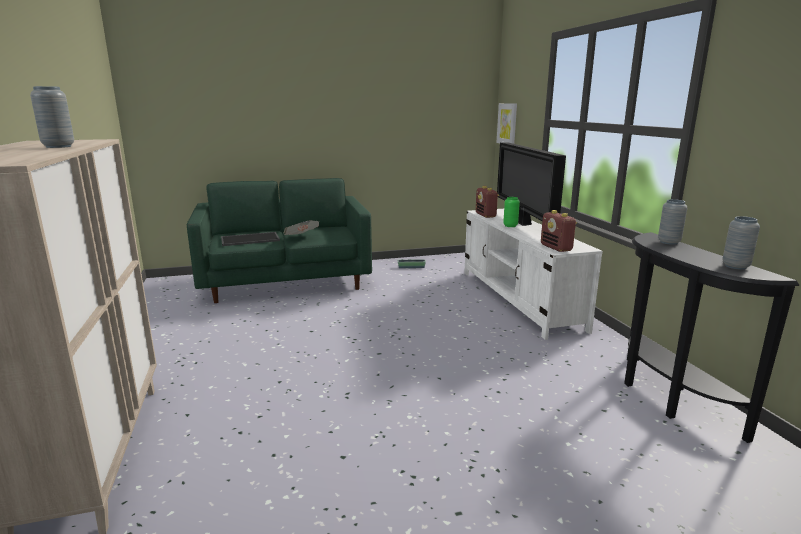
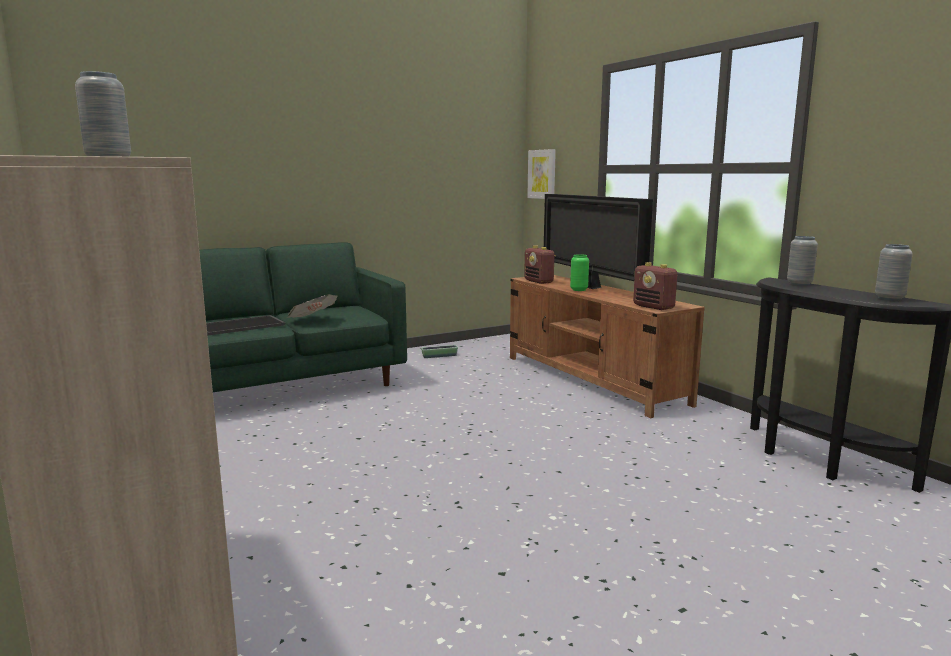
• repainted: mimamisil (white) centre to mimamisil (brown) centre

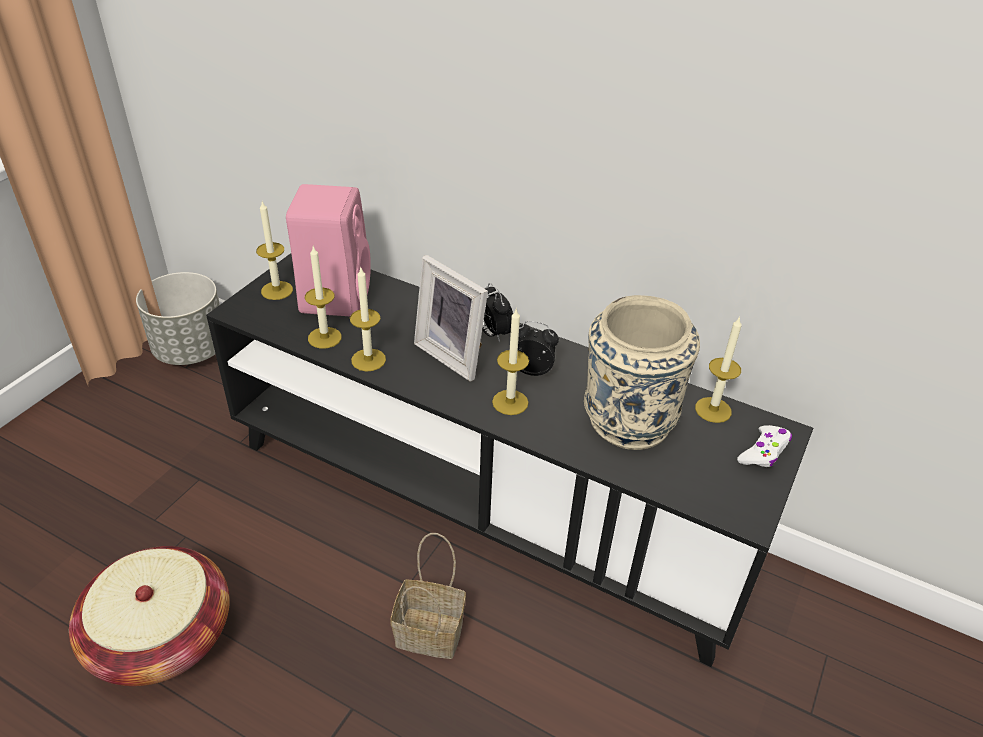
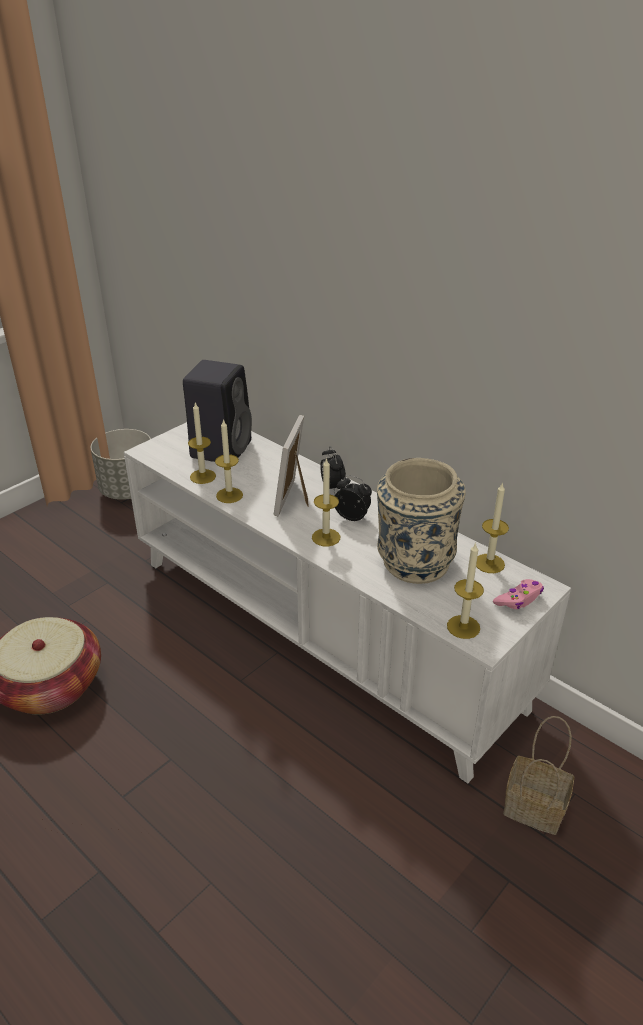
• shifted: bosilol (no. 1 from left in the first image) middle left to bosilol (no. 4 from left) middle right
• shifted: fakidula (no. 2 from left) bottom centre to bottom right
• repainted: mimamisil (black) centre to mimamisil (white) centre
• repainted: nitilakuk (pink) centre to nitilakuk (black) centre
• repainted: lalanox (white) middle right to lalanox (pink) middle right
• rotated: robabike centre = centre 45 degrees clockwise

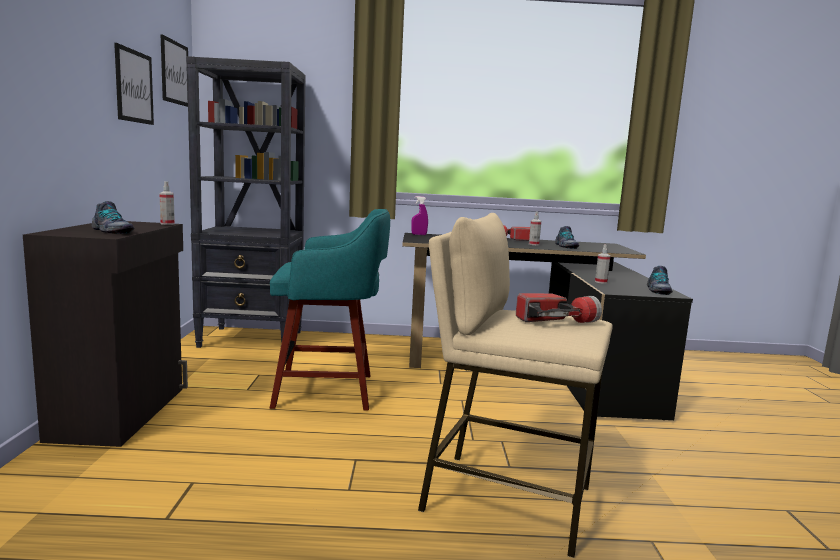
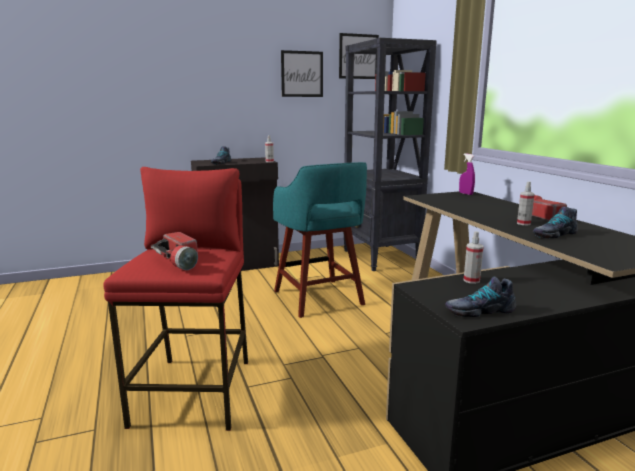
• repainted: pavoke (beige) bottom centre to pavoke (red) middle left

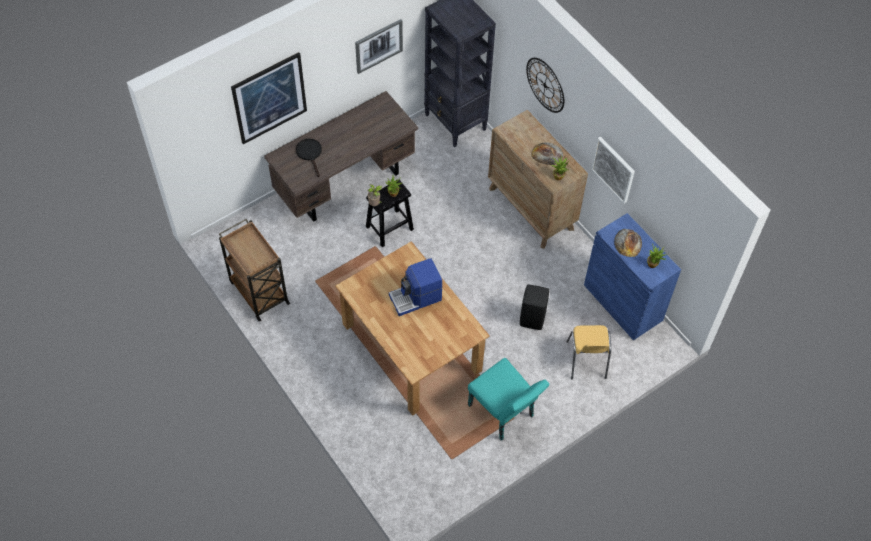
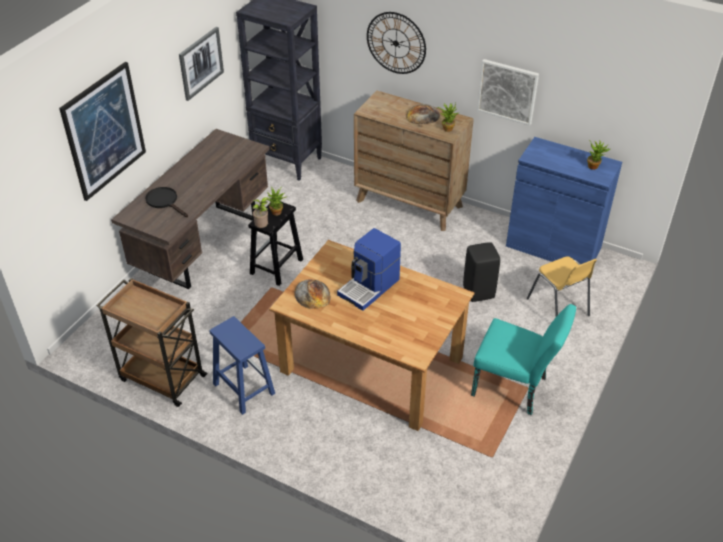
• new: pavoke (blue) bottom centre
• shifted: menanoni (no. 2 from left in the first image) middle right to menanoni (no. 1 from left) centre

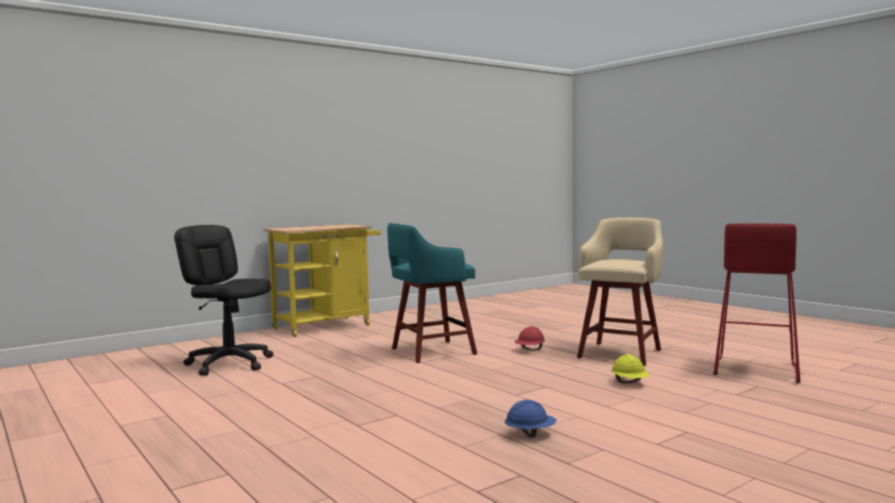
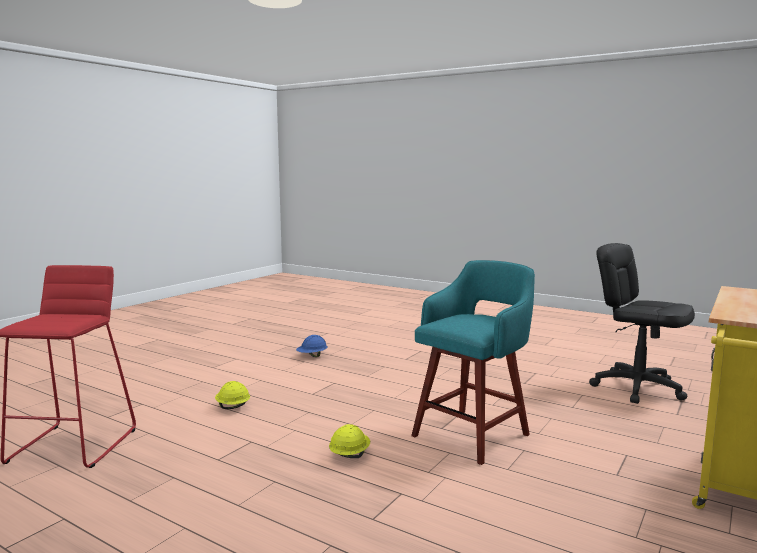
• gone: pavoke (beige) middle right
• repainted: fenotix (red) bottom centre to fenotix (yellow) (no. 2 from left) bottom centre
• rotated: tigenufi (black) middle left = middle right 150 degrees counterclockwise

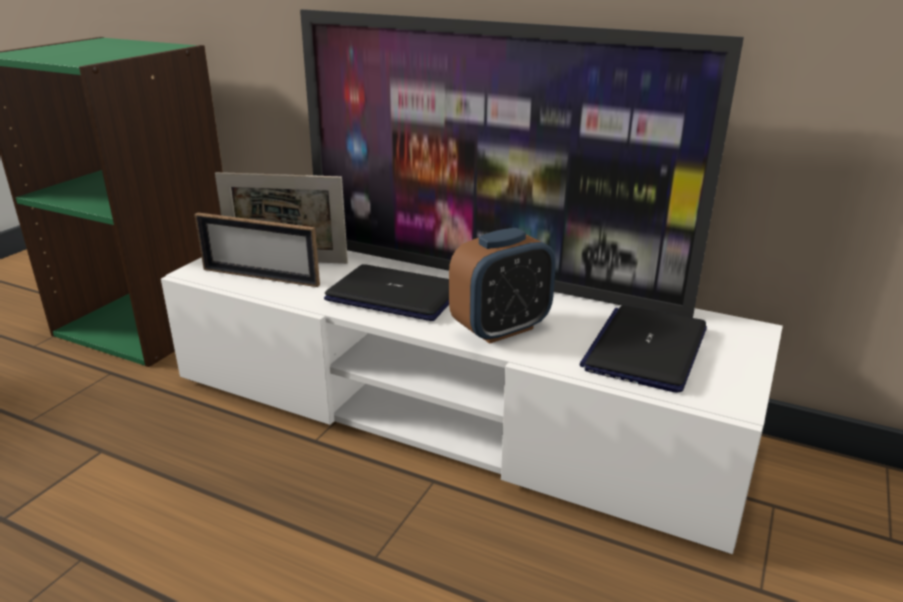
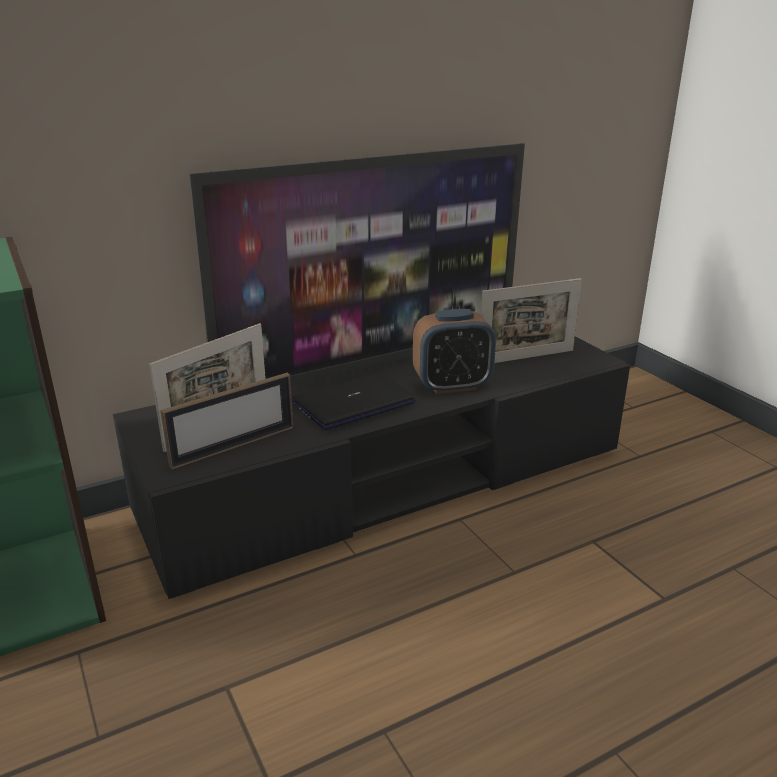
• swapped: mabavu (no. 2 from left) middle right to robabike (no. 3 from left) middle right
• repainted: mimamisil (white) bottom centre to mimamisil (black) centre
• rotated: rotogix centre = centre 75 degrees clockwise

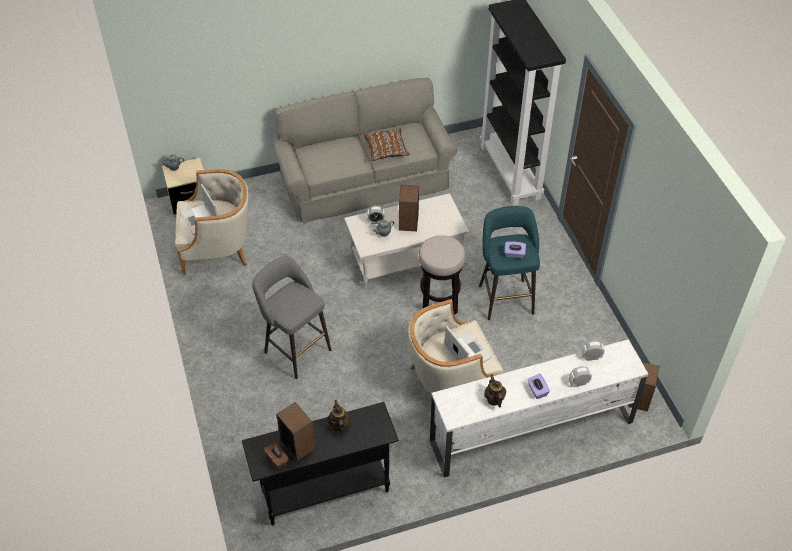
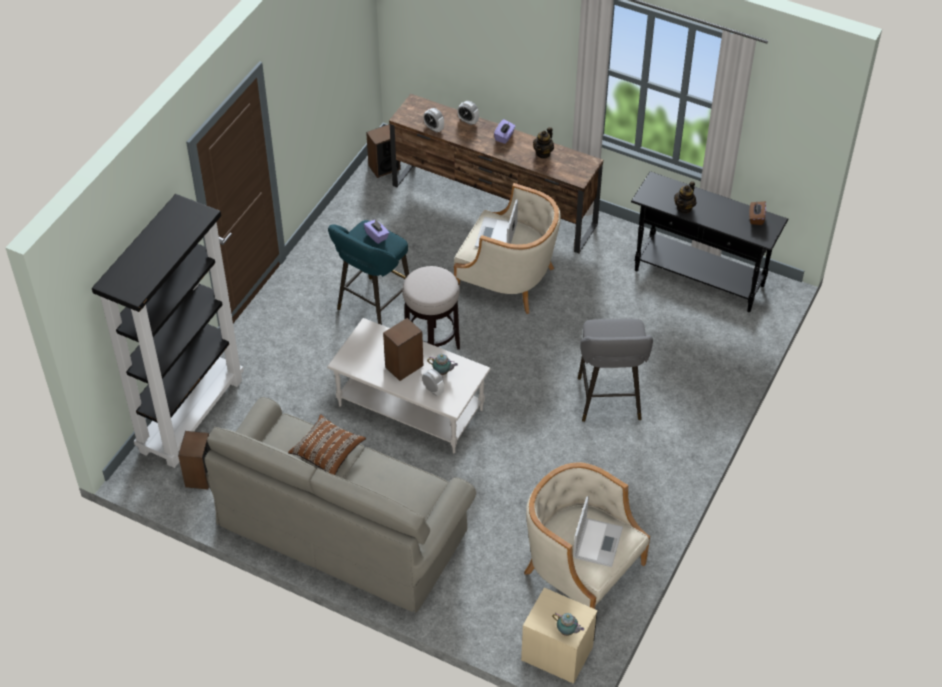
• shifted: nitilakuk (no. 1 from left) bottom centre to bottom left
• repainted: mimamisil (white) bottom right to mimamisil (brown) top centre

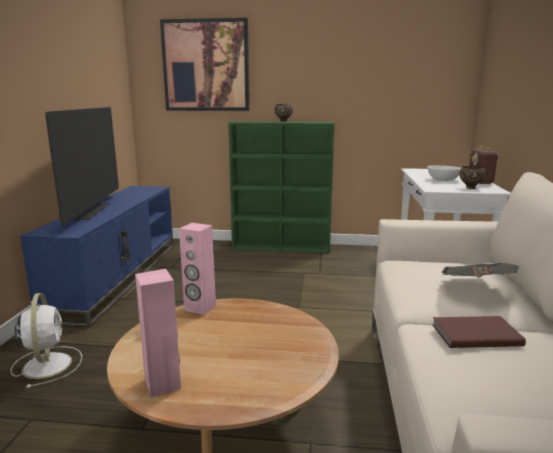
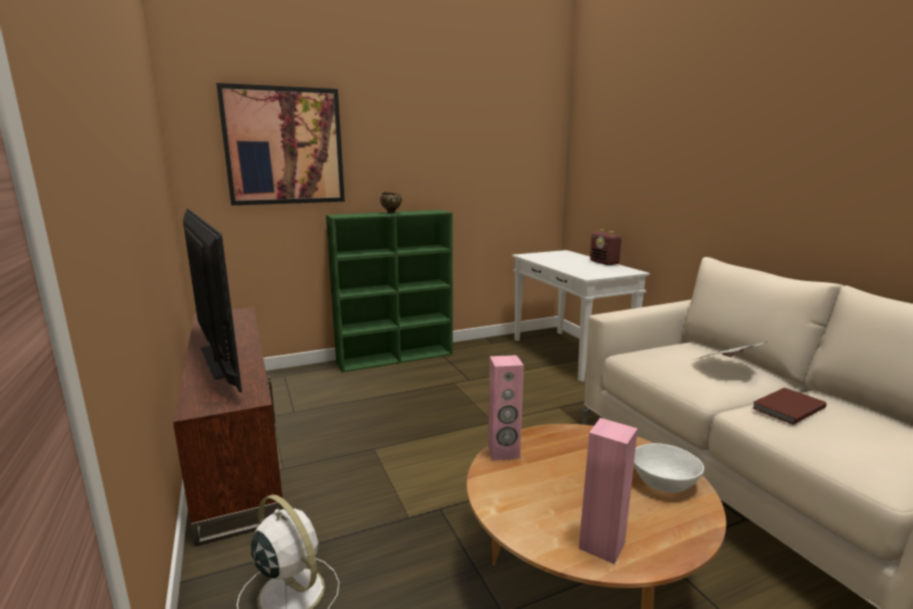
• gone: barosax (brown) (no. 2 from left) middle right
• shifted: barosax (white) middle right to bottom right
• repainted: mimamisil (blue) middle left to mimamisil (brown) bottom left

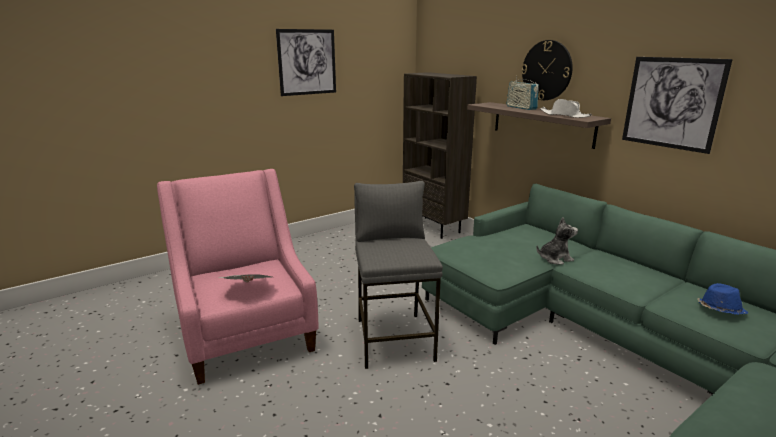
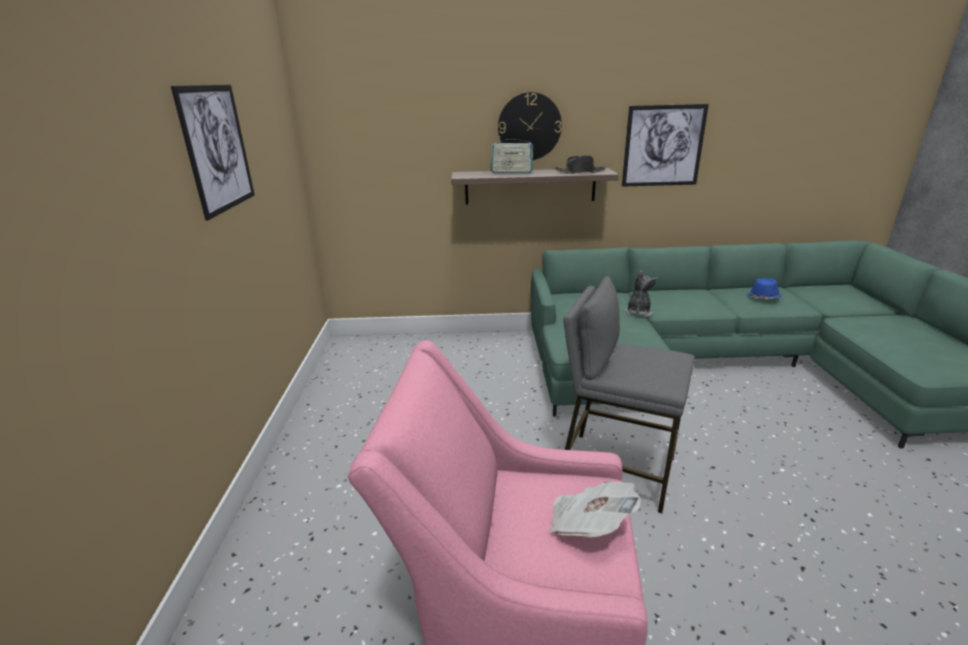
• gone: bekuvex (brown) centre
• repainted: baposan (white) top right to baposan (black) top centre

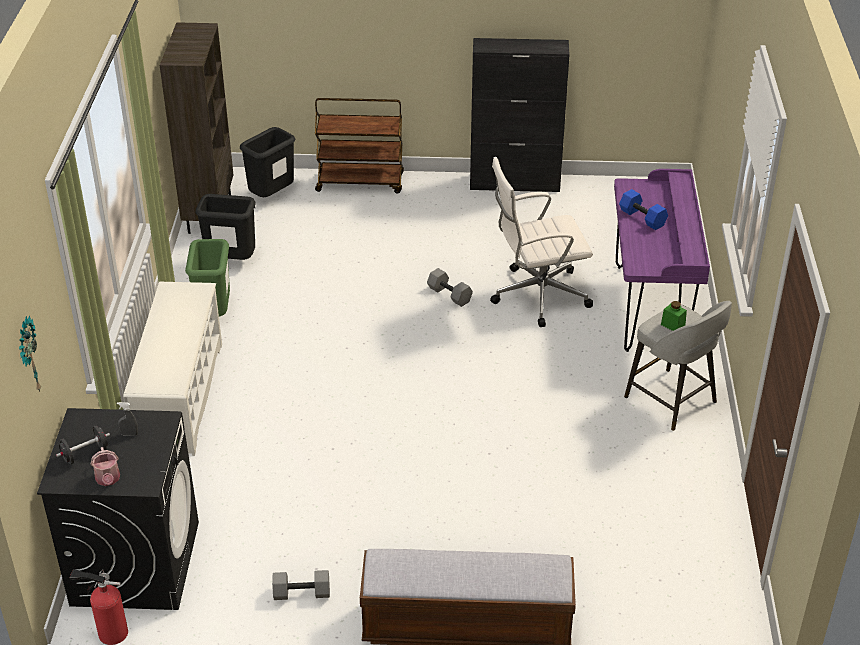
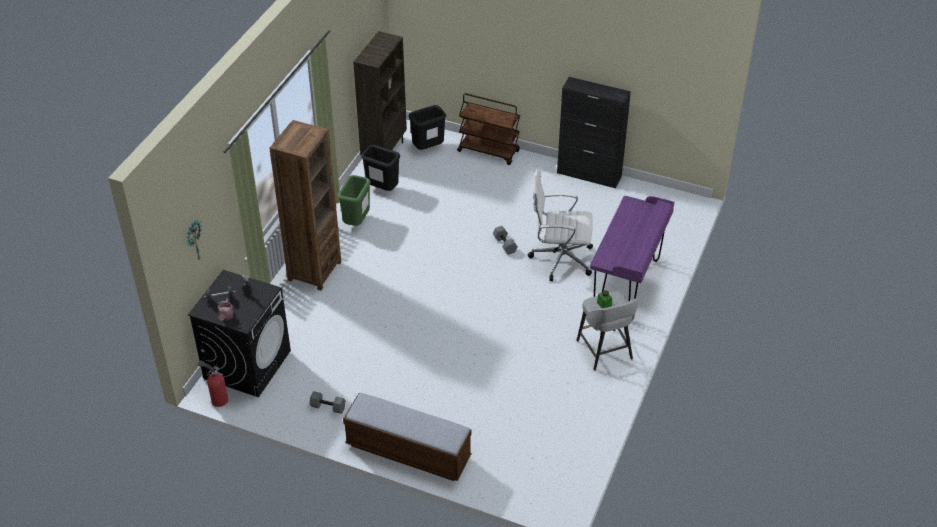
• gone: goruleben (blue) top right
• swapped: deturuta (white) middle left to bekuvex (brown) (no. 1 from left) middle left

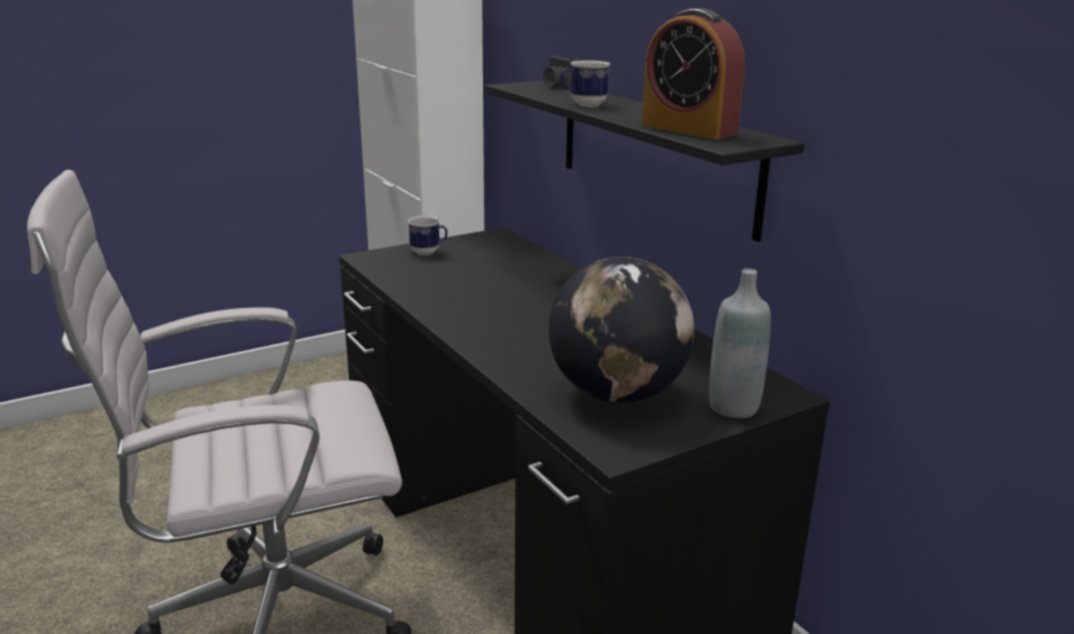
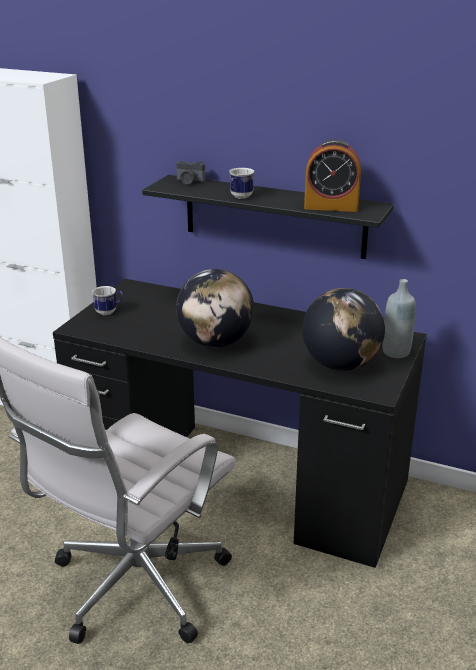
• new: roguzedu (no. 1 from left) centre

